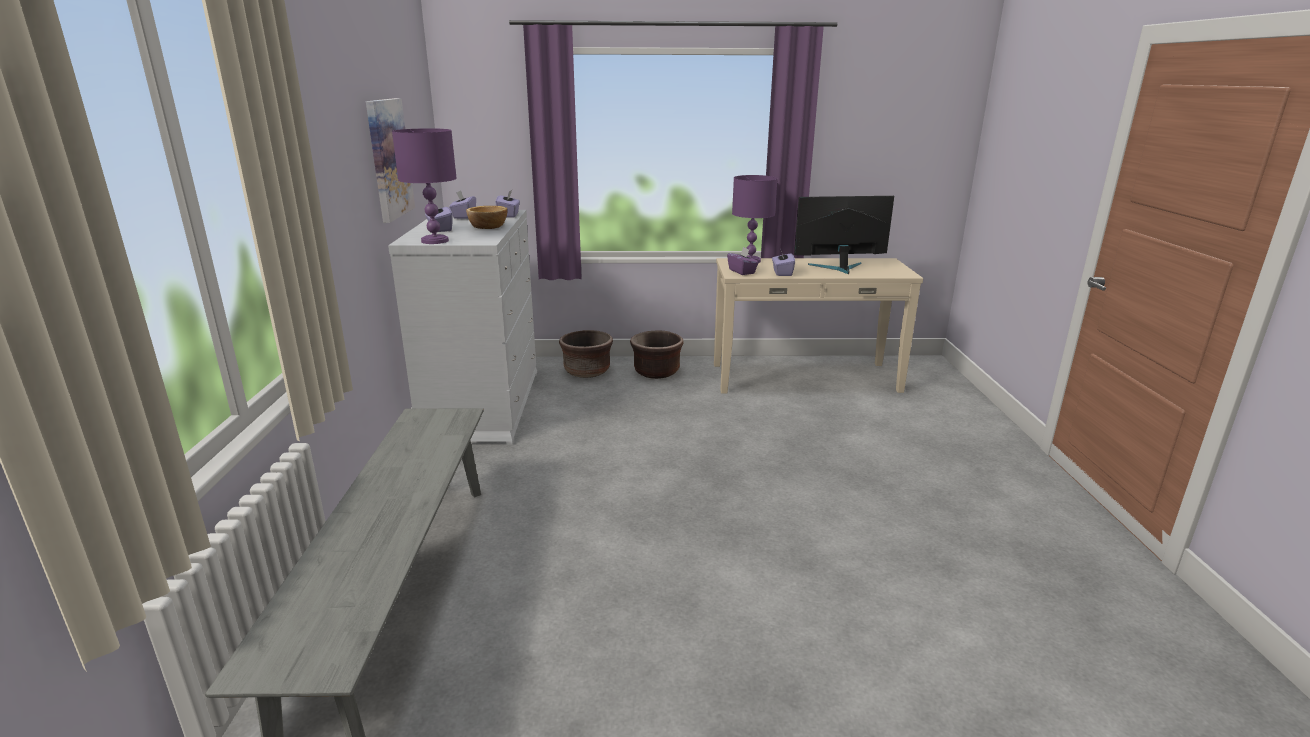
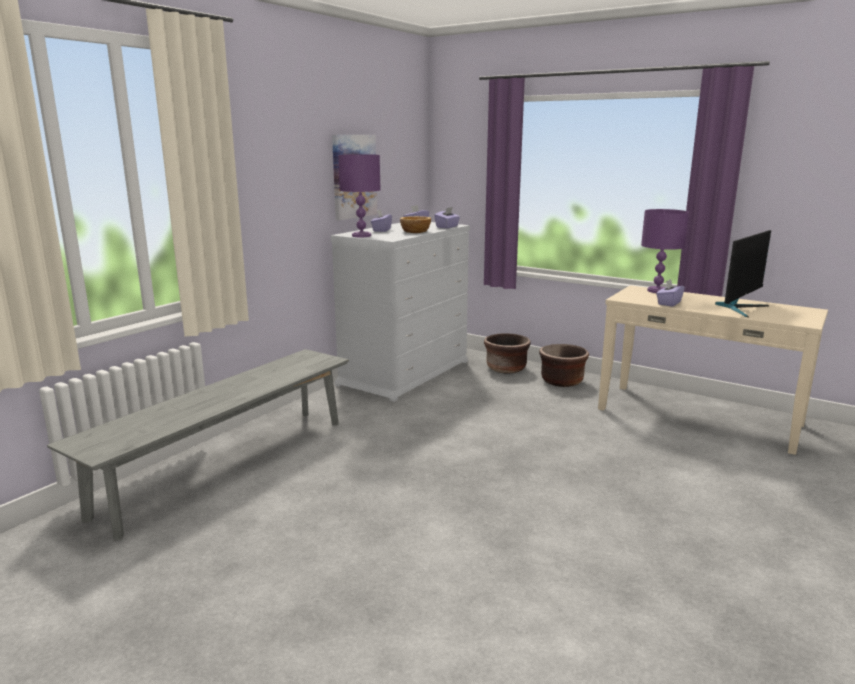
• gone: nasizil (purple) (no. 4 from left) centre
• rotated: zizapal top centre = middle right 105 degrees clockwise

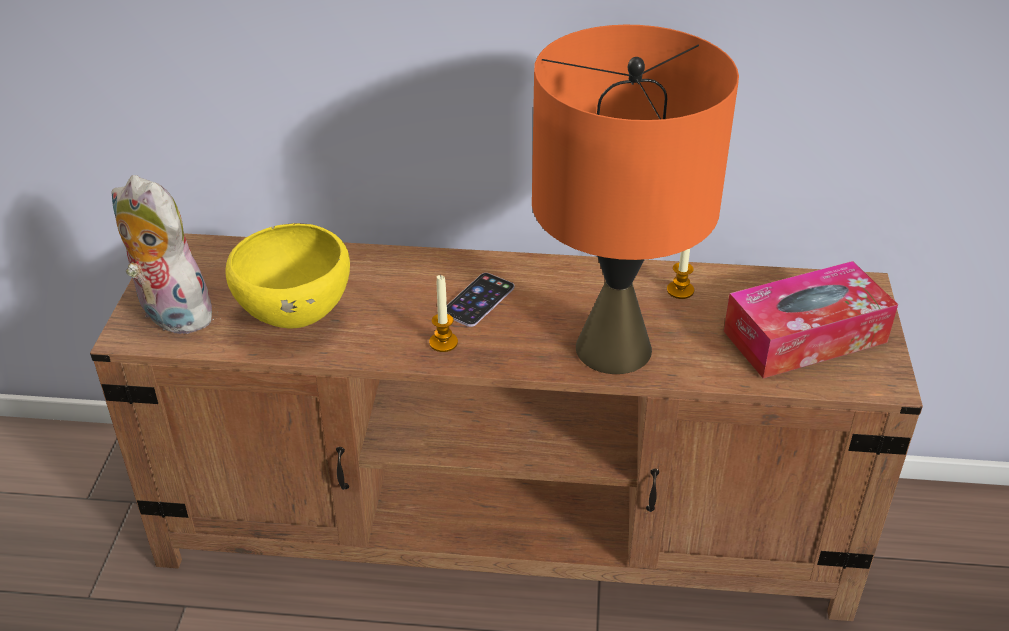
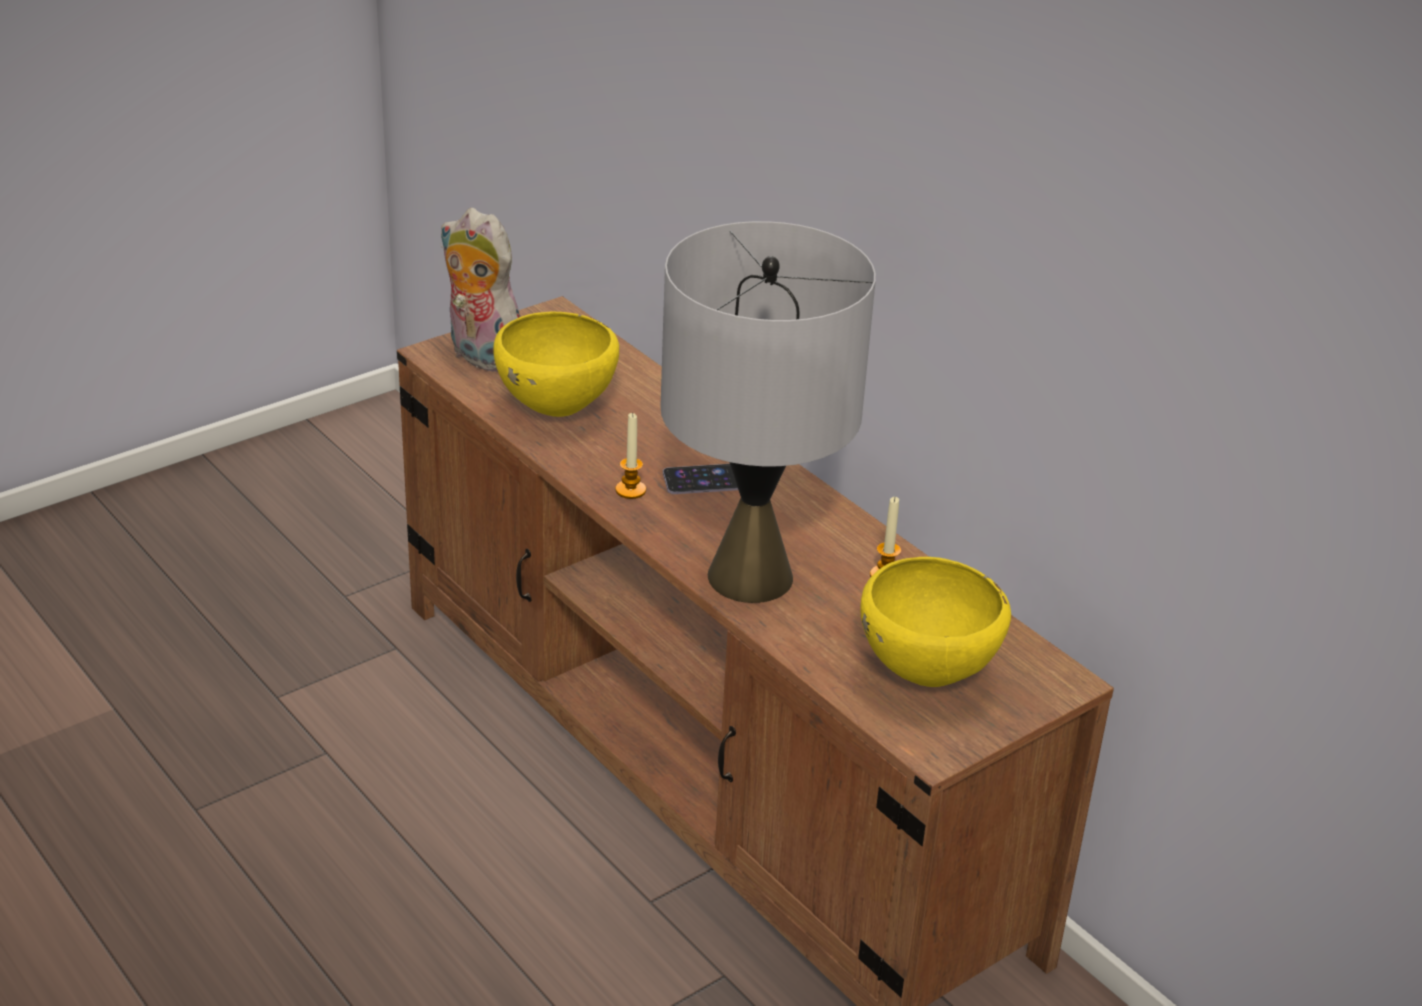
• swapped: nasizil middle right to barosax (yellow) (no. 2 from left) centre
• repainted: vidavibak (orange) top centre to vidavibak (grey) centre
• rotated: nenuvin middle left = top centre 45 degrees counterclockwise

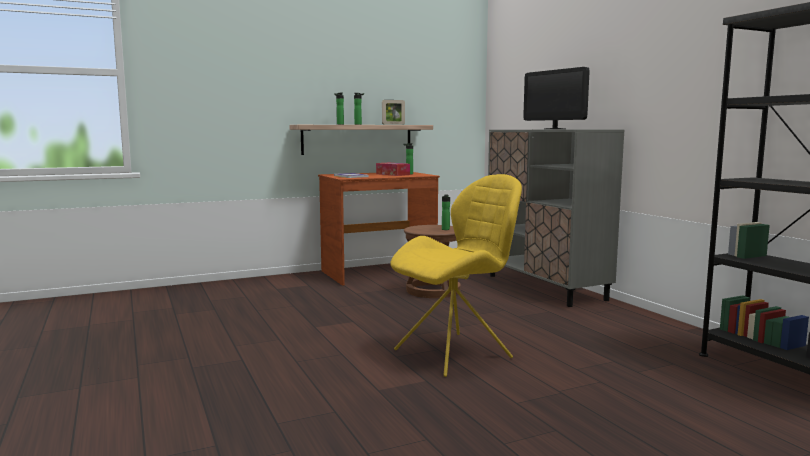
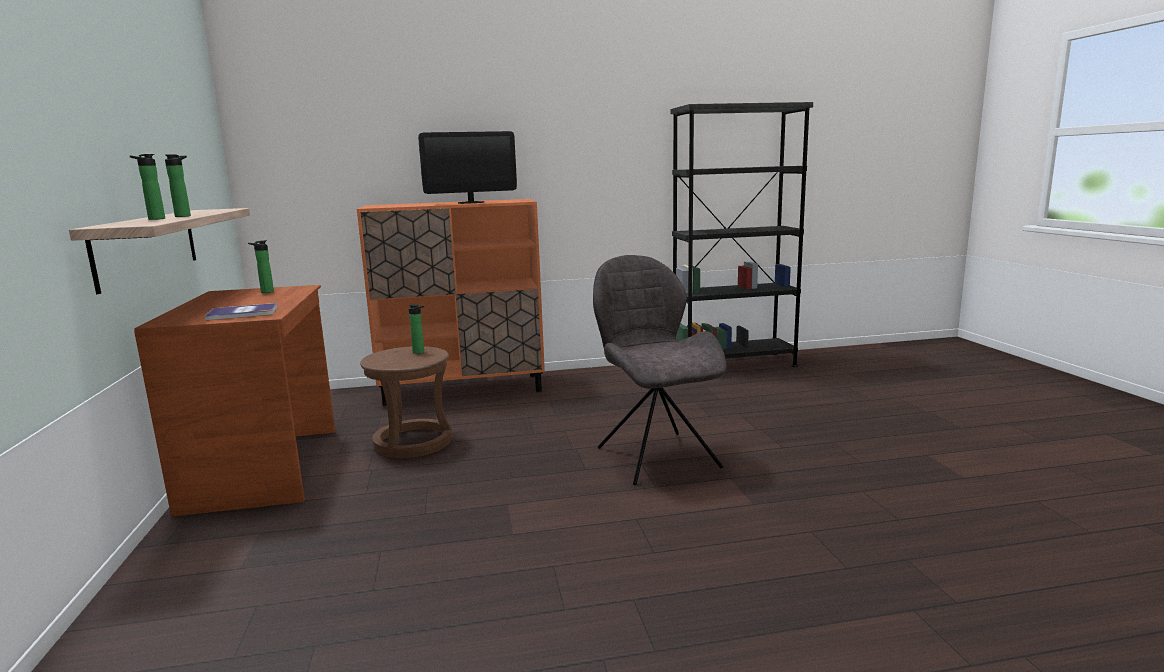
• gone: nasizil centre
• gone: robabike top centre
• repainted: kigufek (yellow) centre to kigufek (grey) centre
• repainted: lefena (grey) middle right to lefena (orange) centre

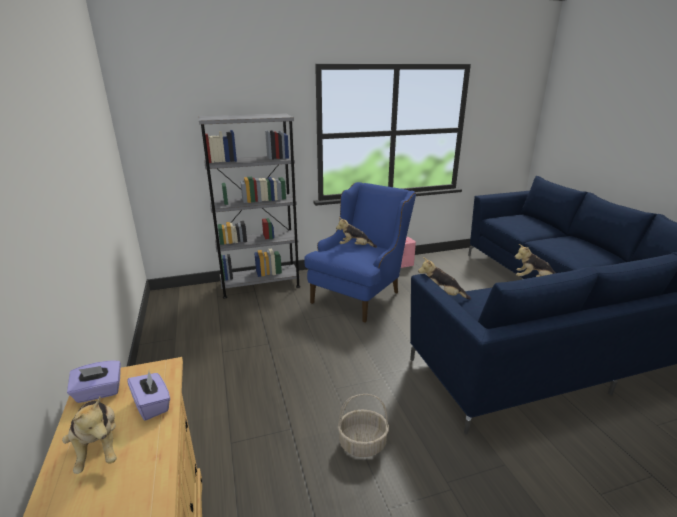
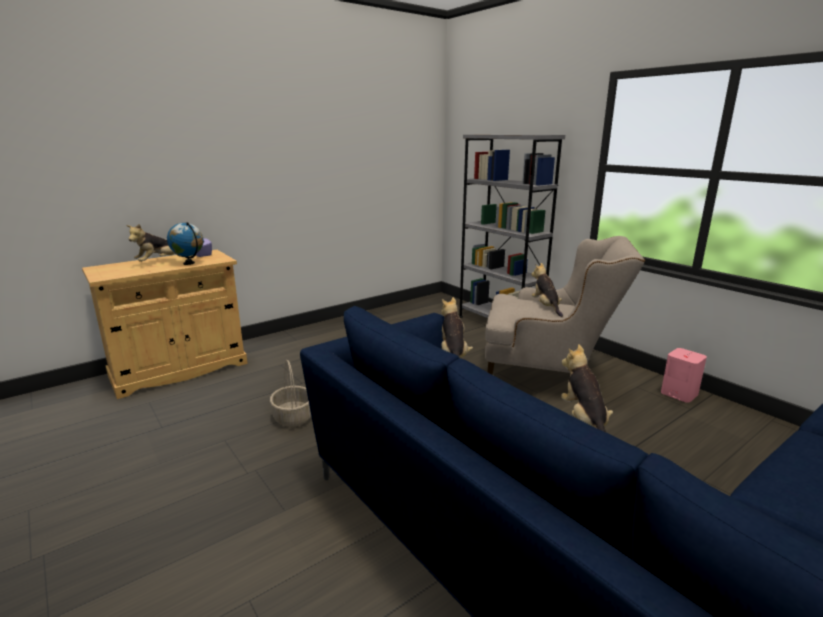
• swapped: nasizil (purple) (no. 2 from left) bottom left to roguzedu middle left
• repainted: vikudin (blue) centre to vikudin (beige) middle right

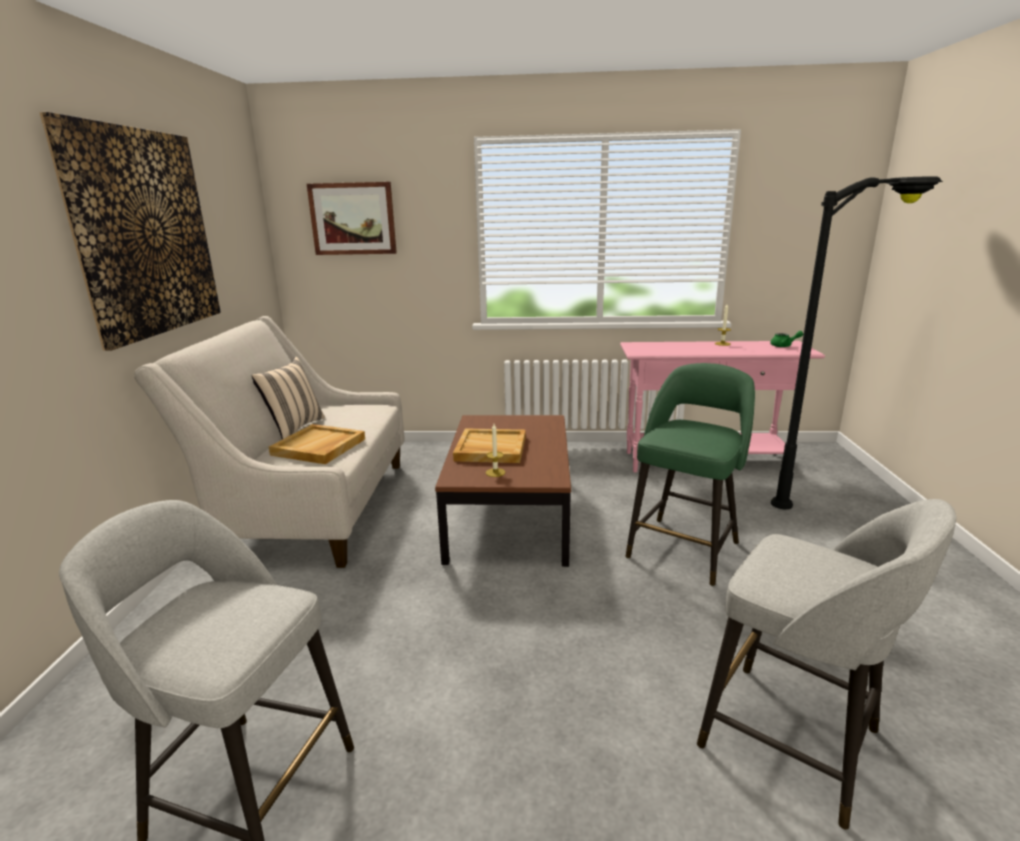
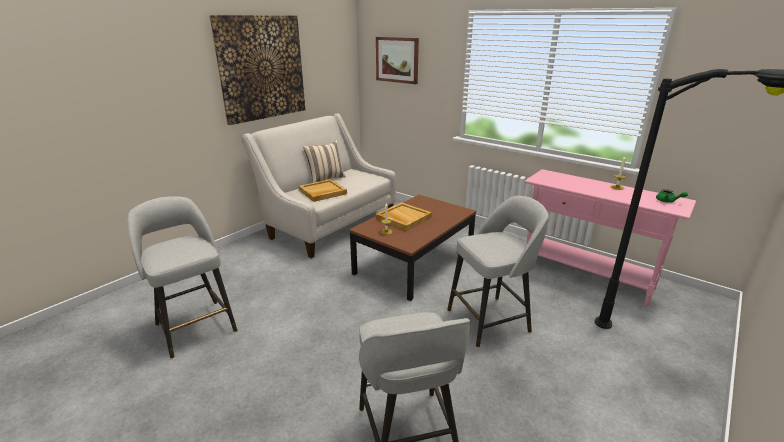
• repainted: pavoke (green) middle right to pavoke (grey) (no. 3 from left) centre

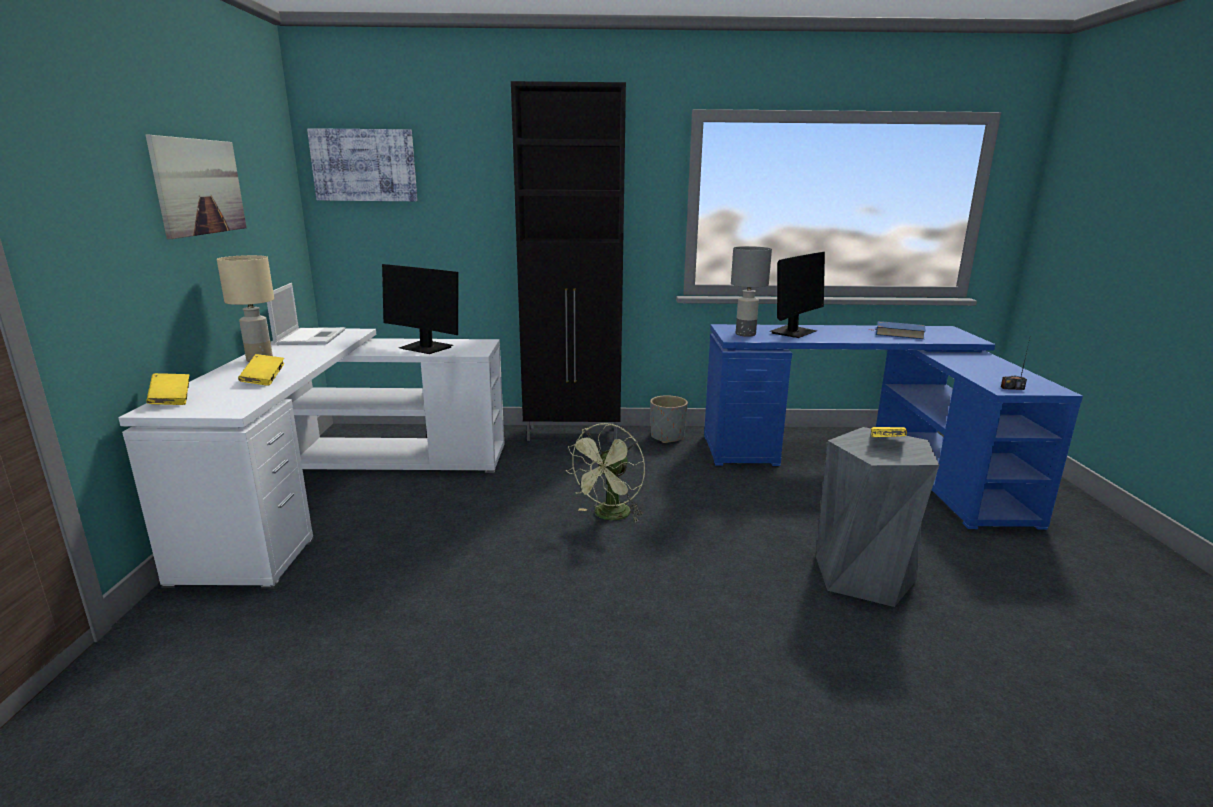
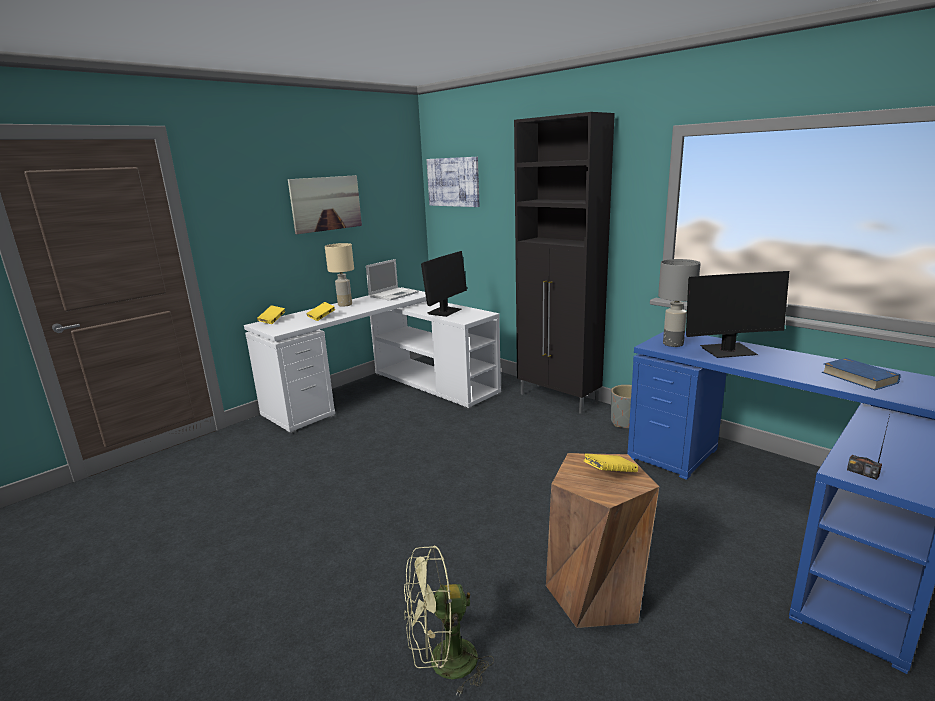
• shifted: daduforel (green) centre to bottom centre
• repainted: pavoke (grey) middle right to pavoke (brown) bottom centre
• rotated: zizapal (no. 1 from left) centre = centre 135 degrees counterclockwise

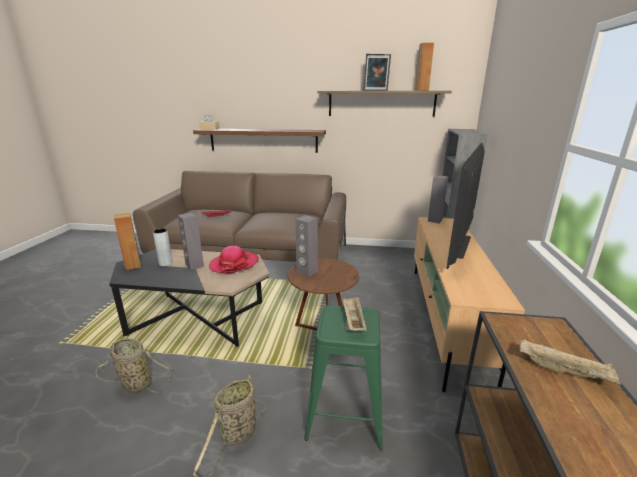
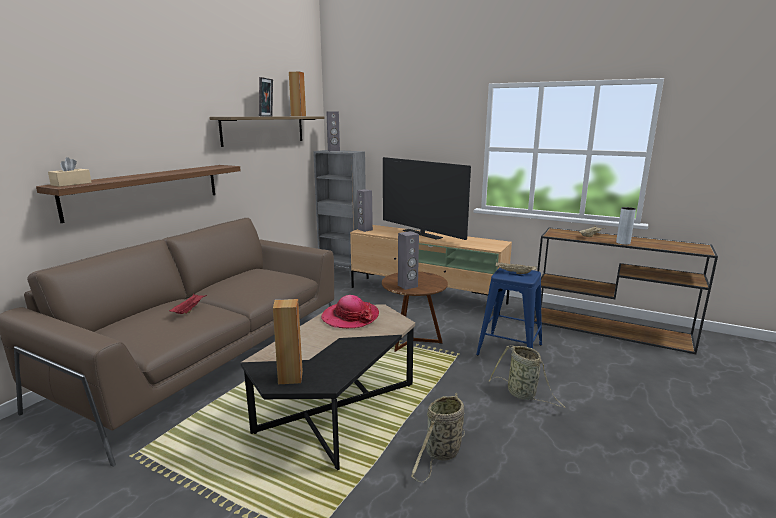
• shifted: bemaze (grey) middle left to middle right
• shifted: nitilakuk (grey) (no. 1 from left) middle left to top centre
• repainted: pavoke (green) bottom centre to pavoke (blue) centre

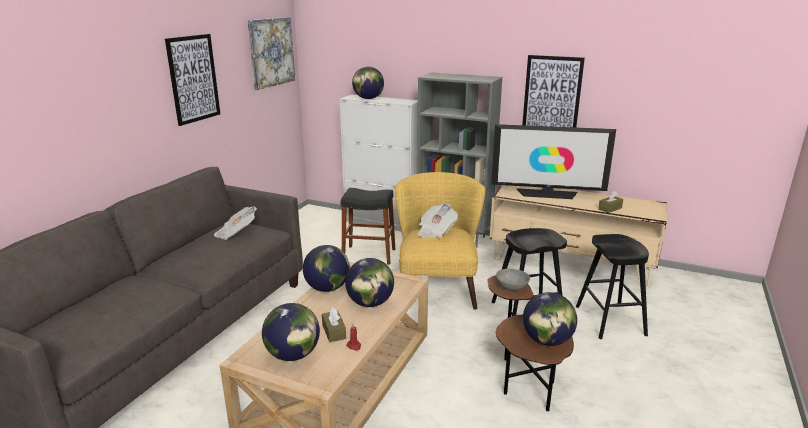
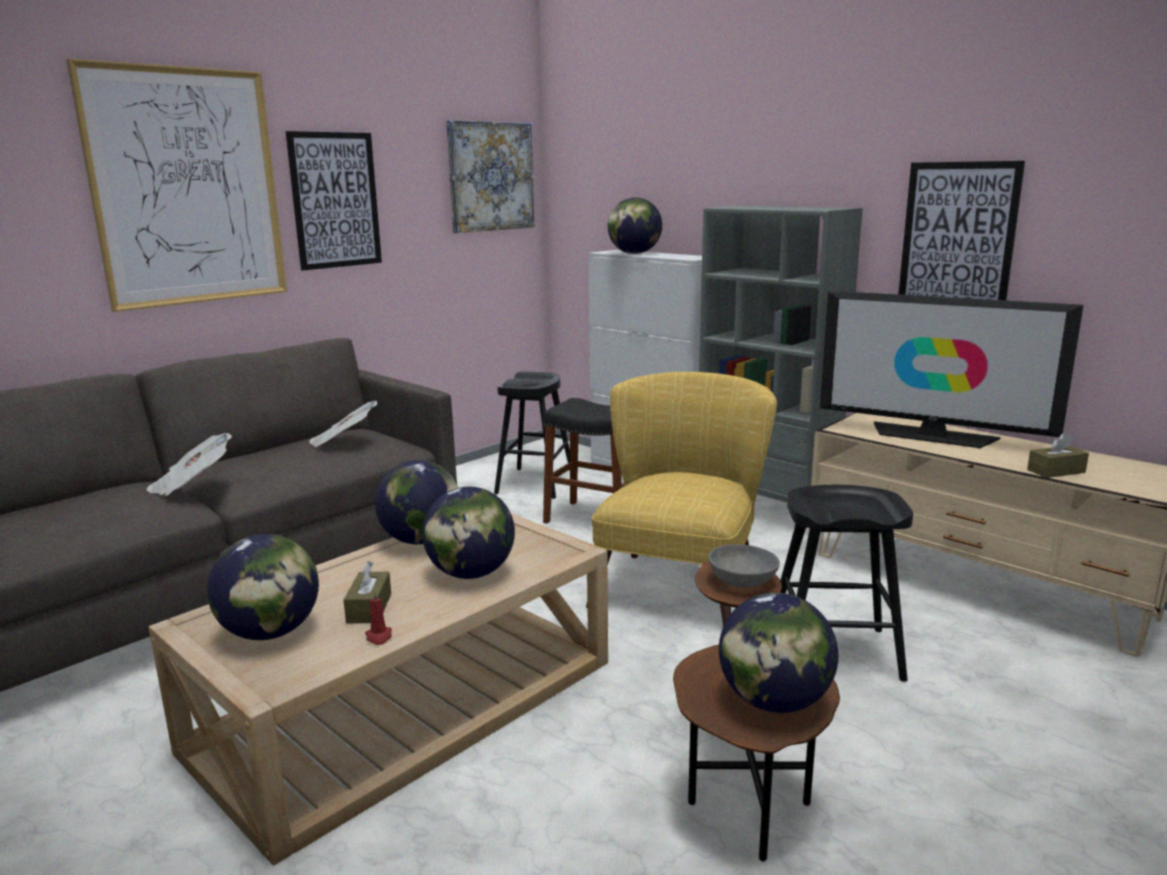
• new: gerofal (no. 1 from left) top left
• shifted: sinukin (no. 2 from left in the first image) centre to sinukin (no. 1 from left) middle left
• shifted: pavoke (black) (no. 3 from left in the first image) bottom right to pavoke (black) (no. 1 from left) centre

